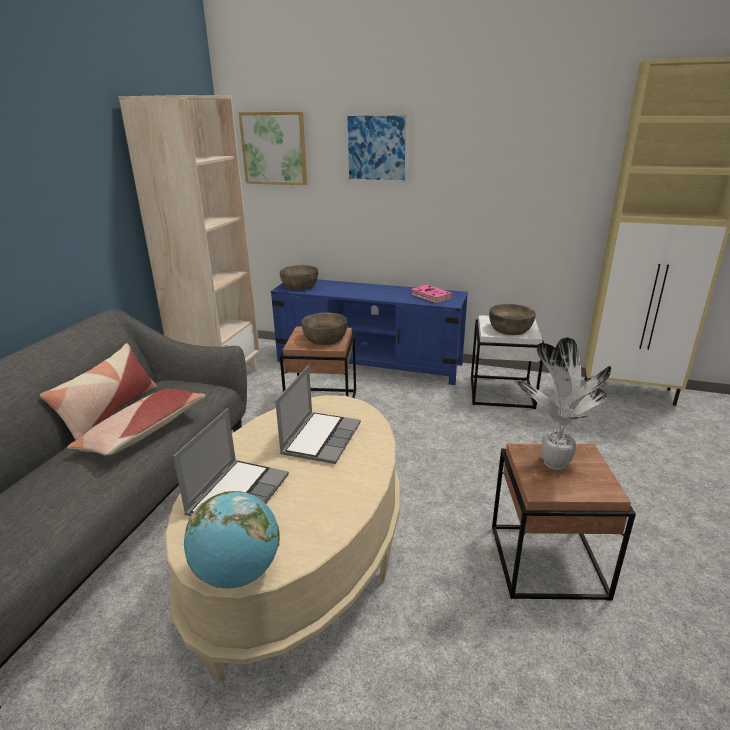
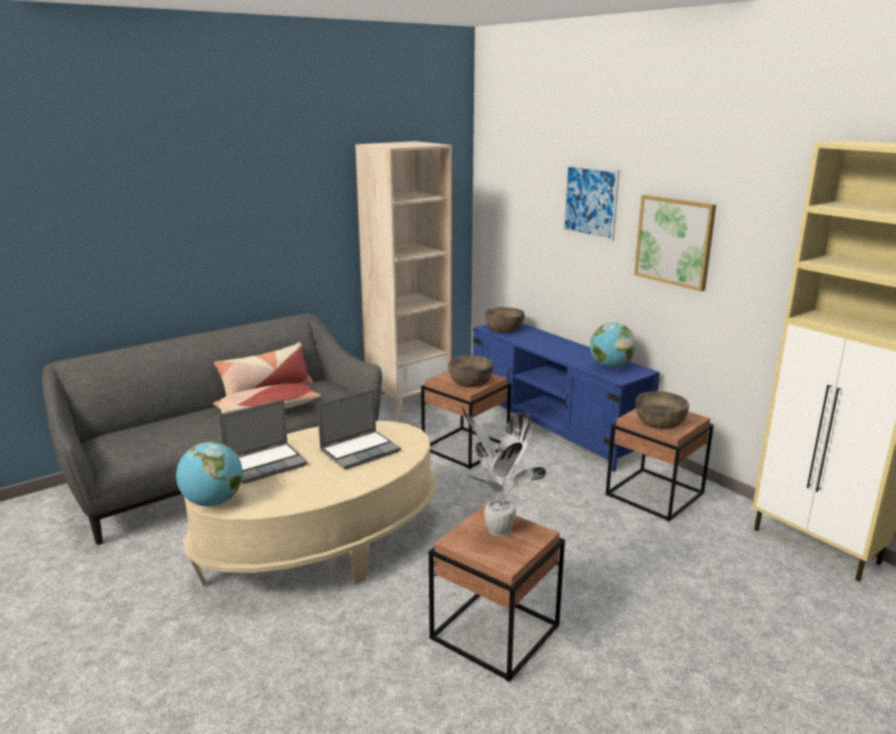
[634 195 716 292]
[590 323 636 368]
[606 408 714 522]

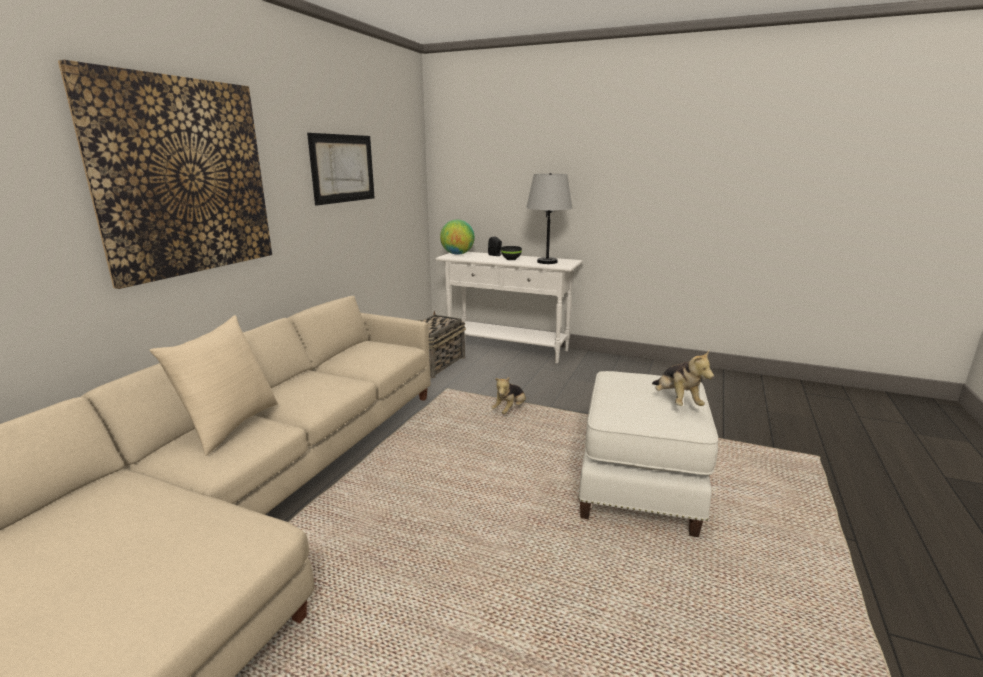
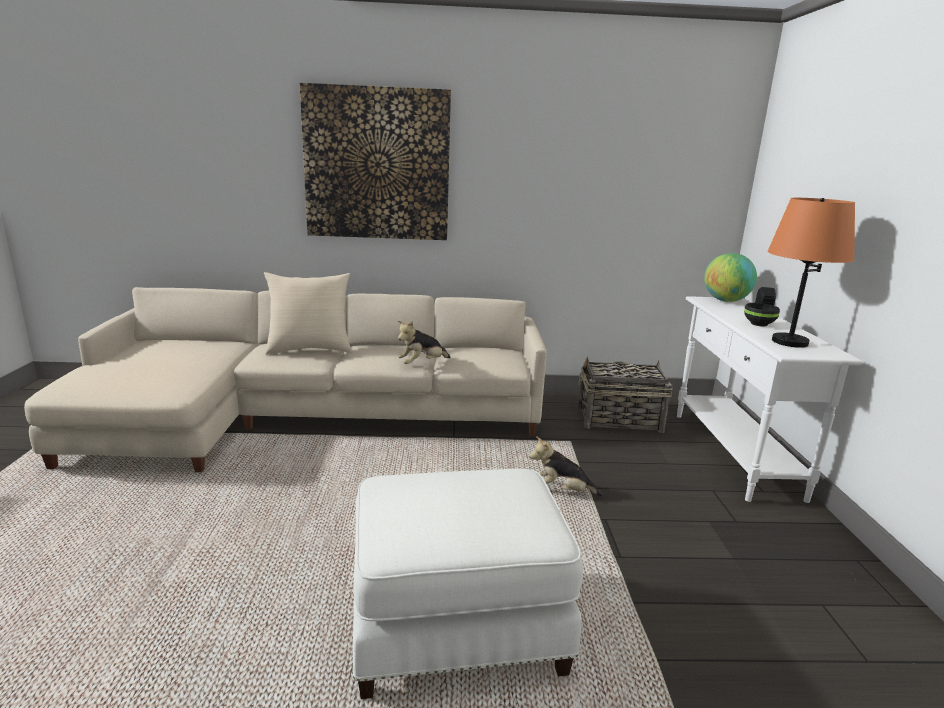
[307 133 375 206] (first image)
[767 198 855 348]
[398 321 451 364]

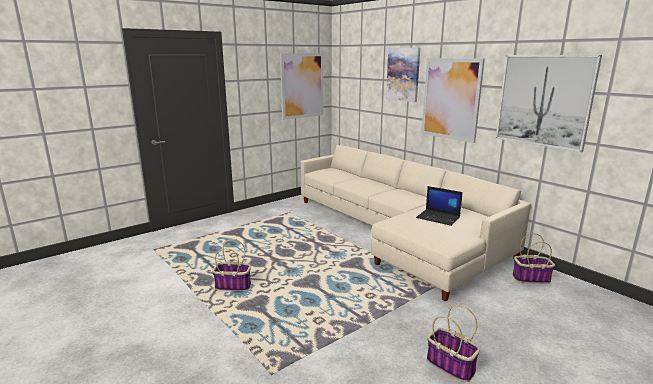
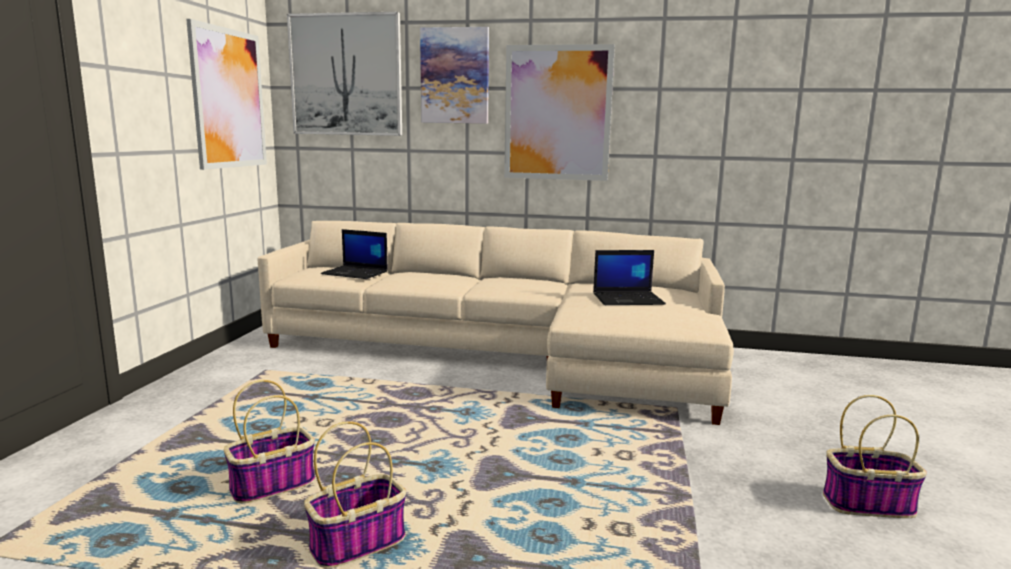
[287 12 402 136]
[224 380 315 503]
[321 229 388 279]

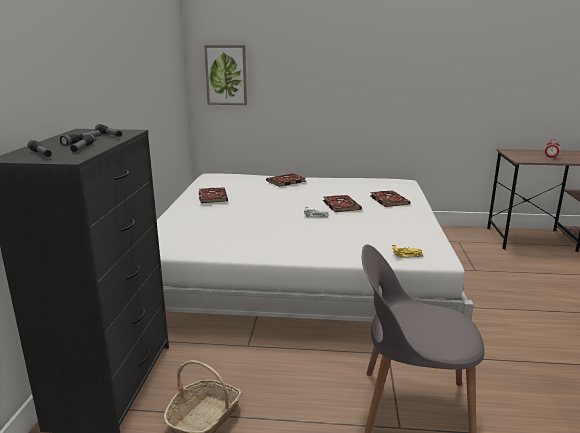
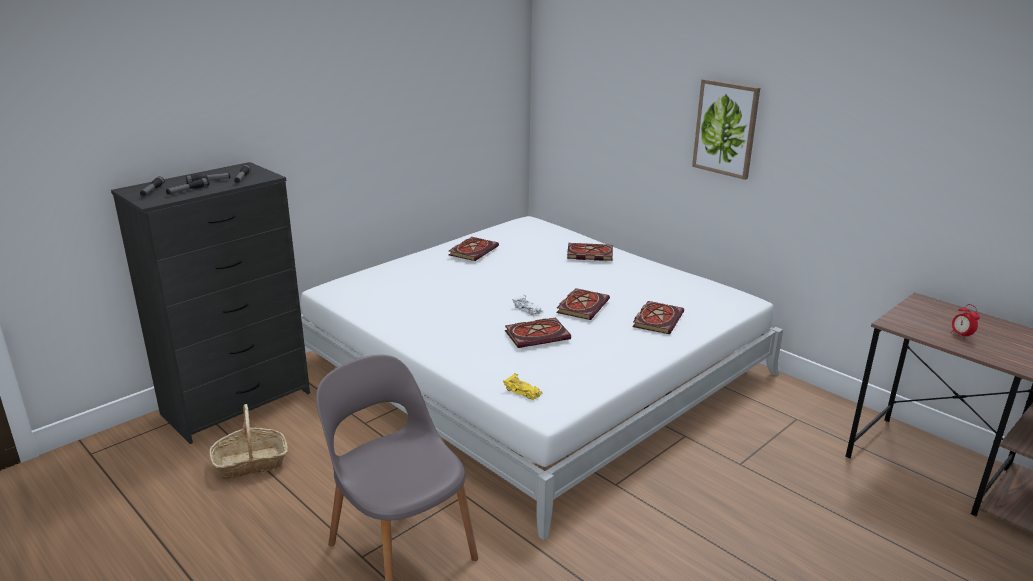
[692 79 760 180]
[505 317 571 348]

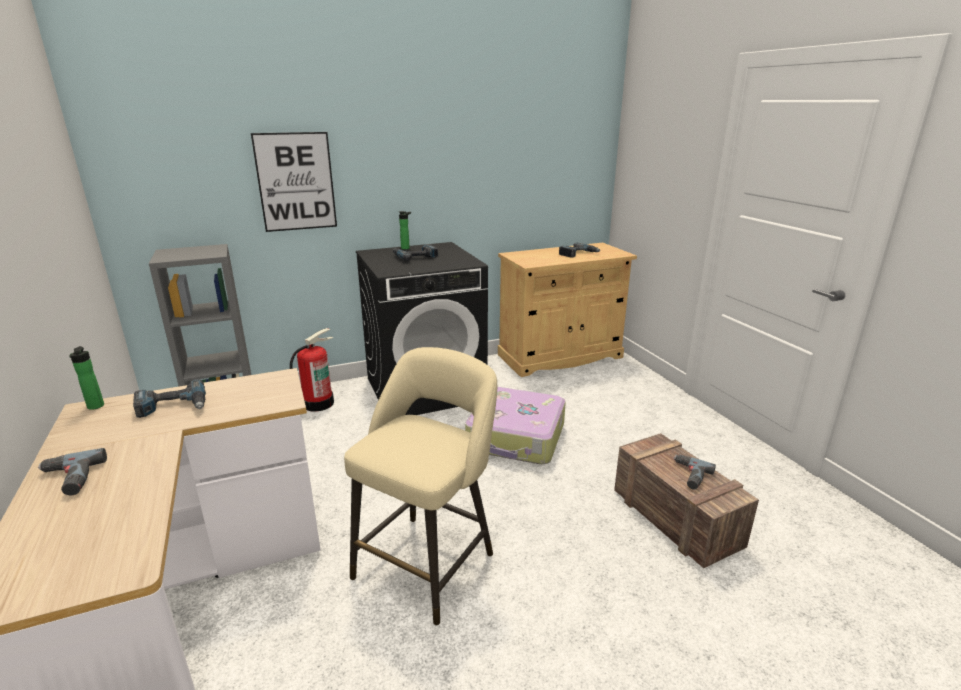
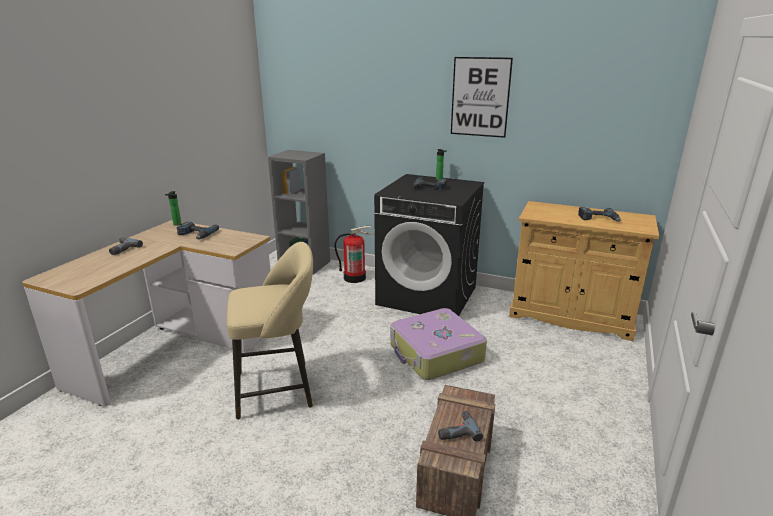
[451 57 513 138]

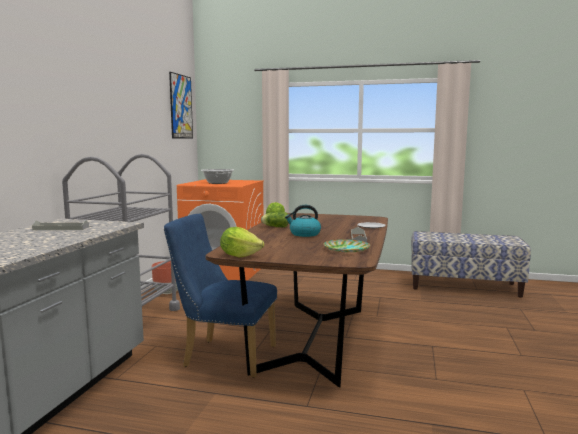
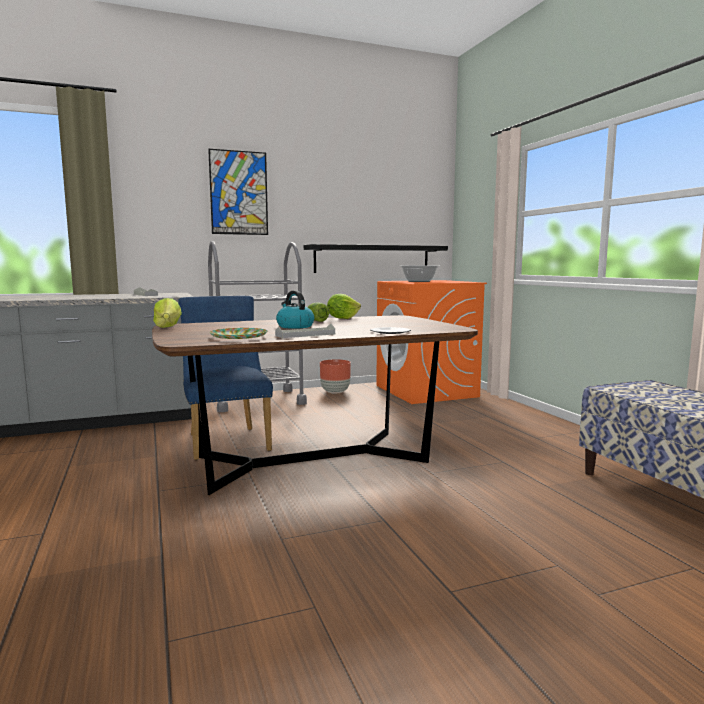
[208 149 268 235]
[304 244 448 273]

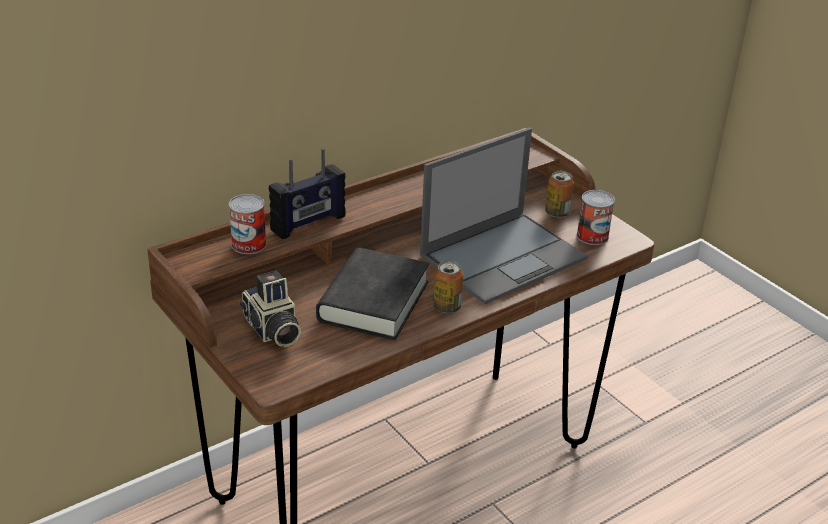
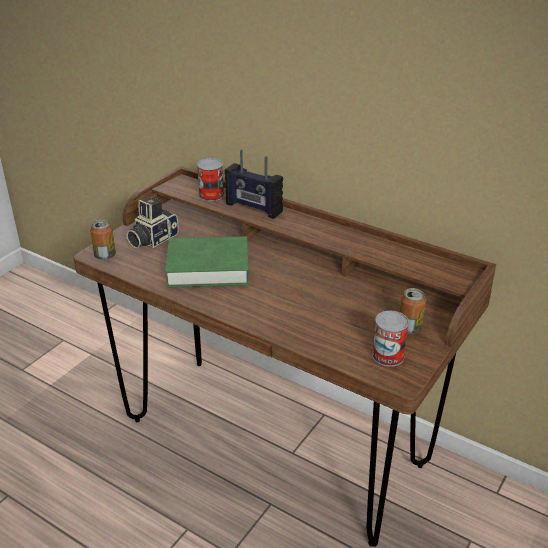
[420 128 588 304] (first image)
[165 236 249 288]
[90 220 116 260]

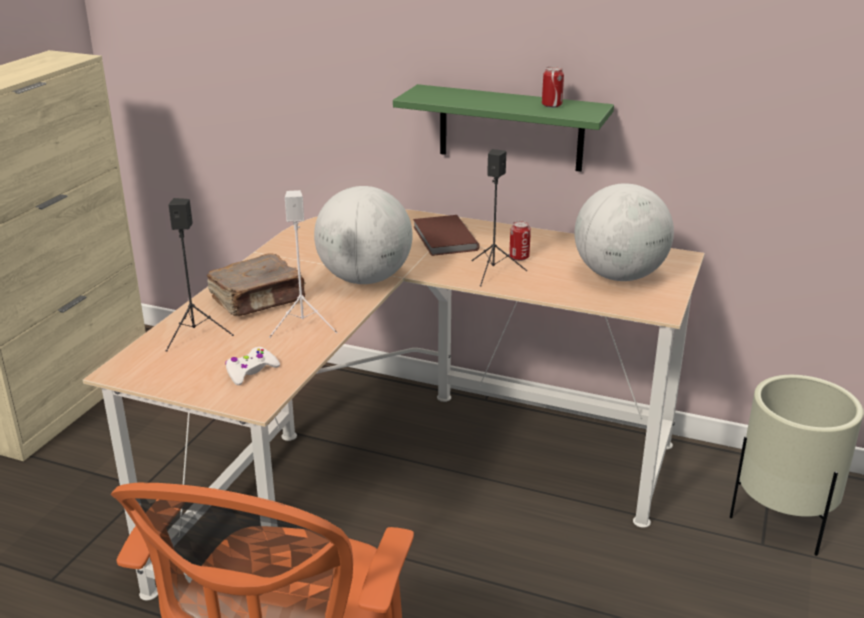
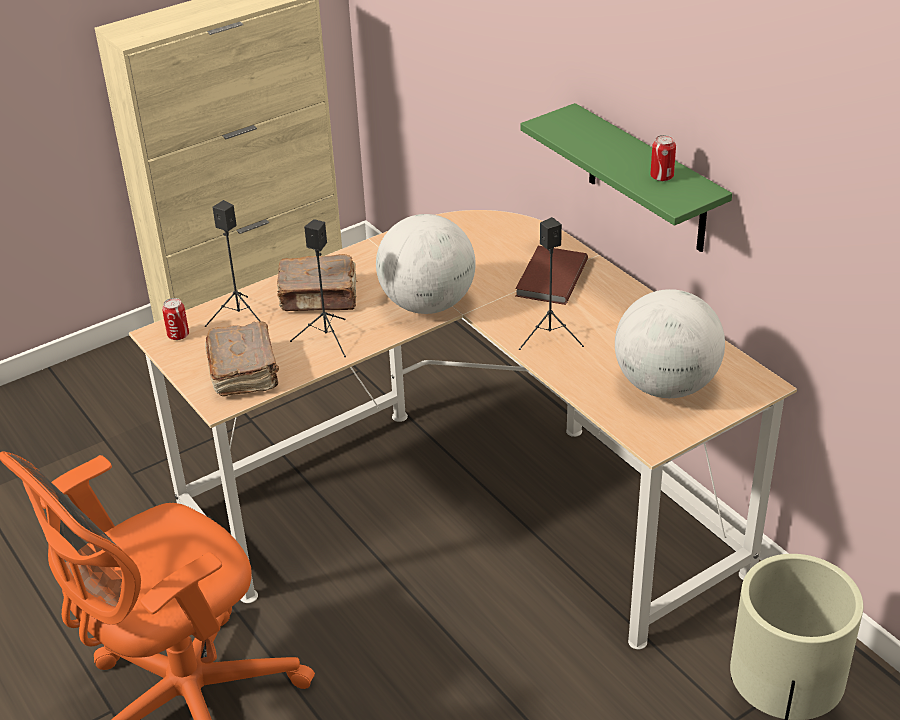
[290 219 346 357]
[162 298 189 340]
[205 321 279 396]

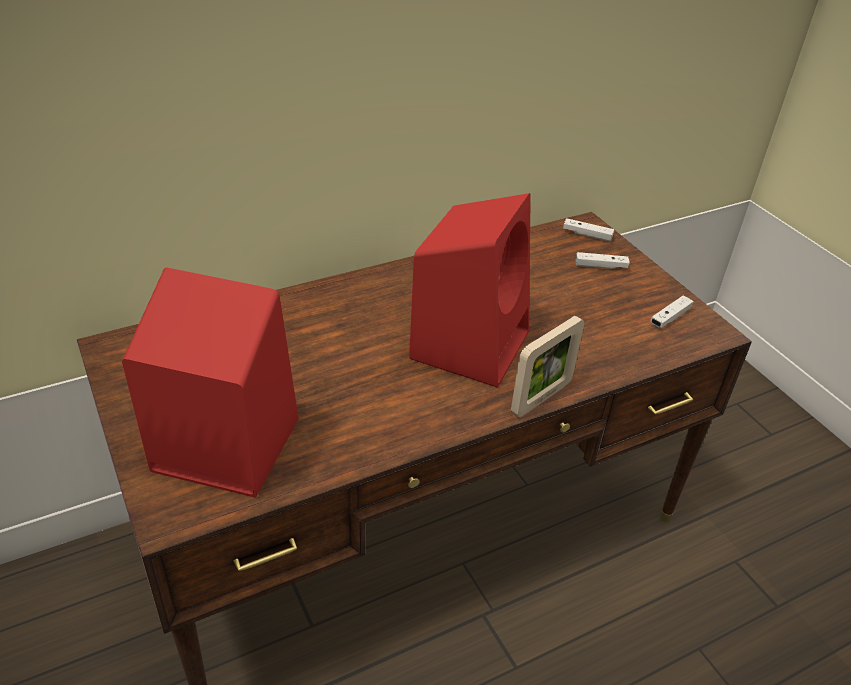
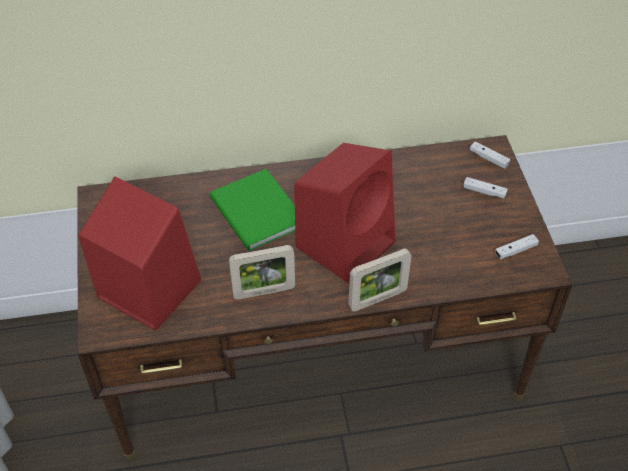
[210 169 295 251]
[229 245 295 299]

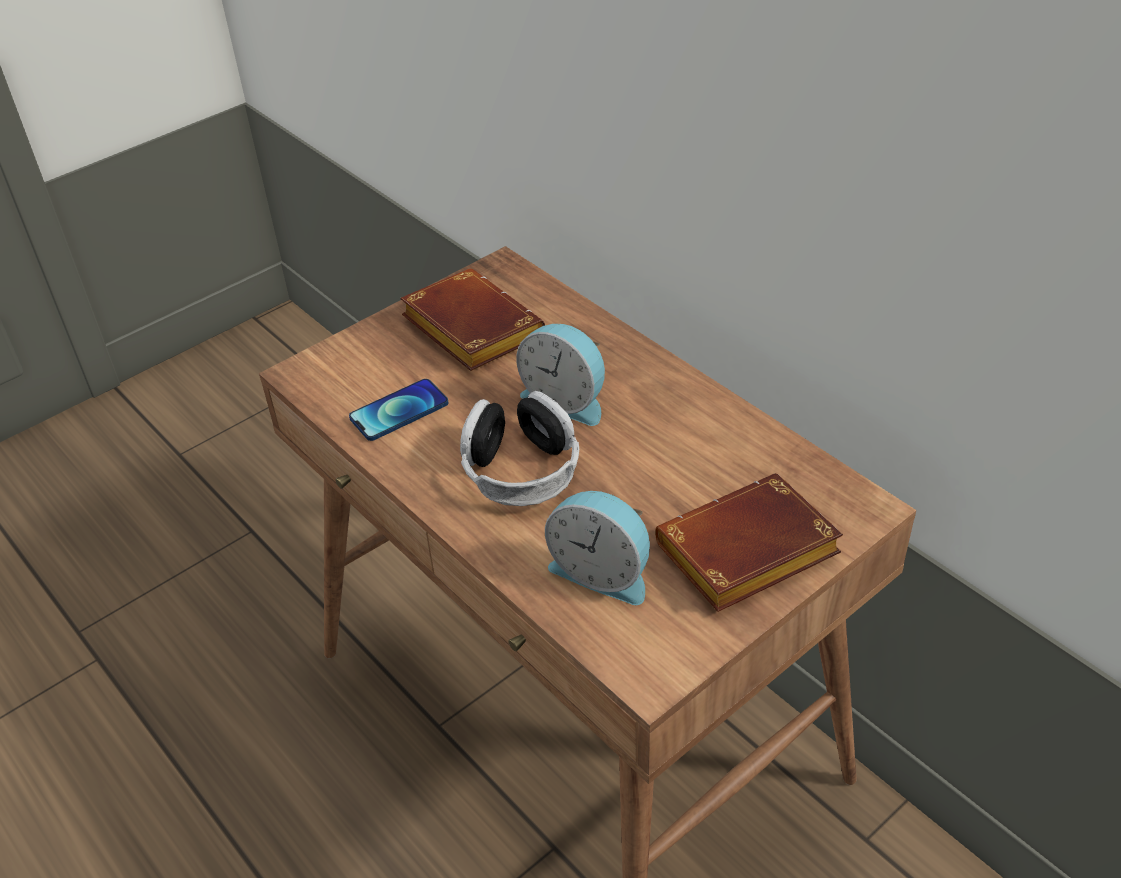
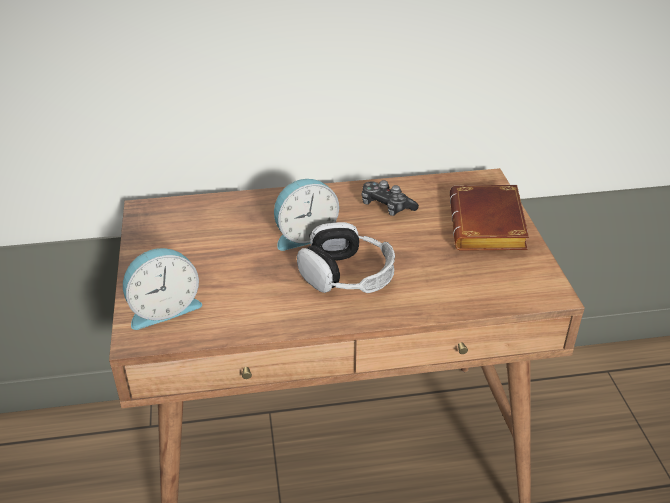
[400 268 545 371] (first image)
[349 379 449 441] (first image)
[123 248 202 330]
[362 180 419 216]

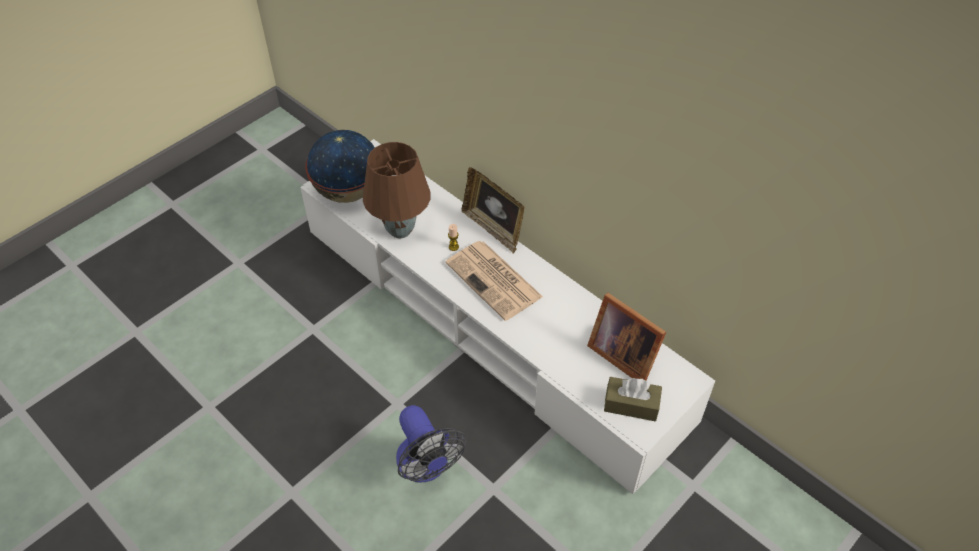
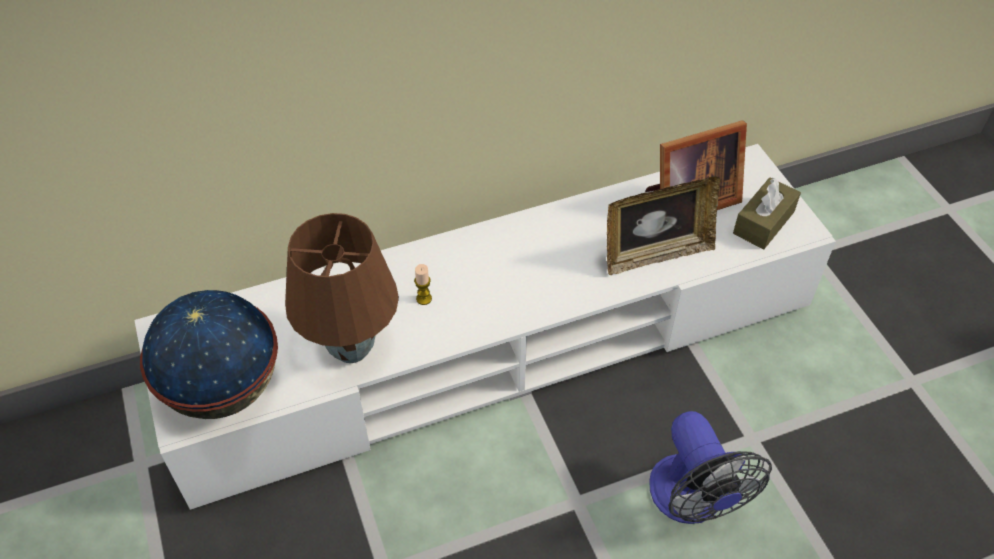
[607 177 720 275]
[445 241 543 321] (first image)
[649 411 772 524]

